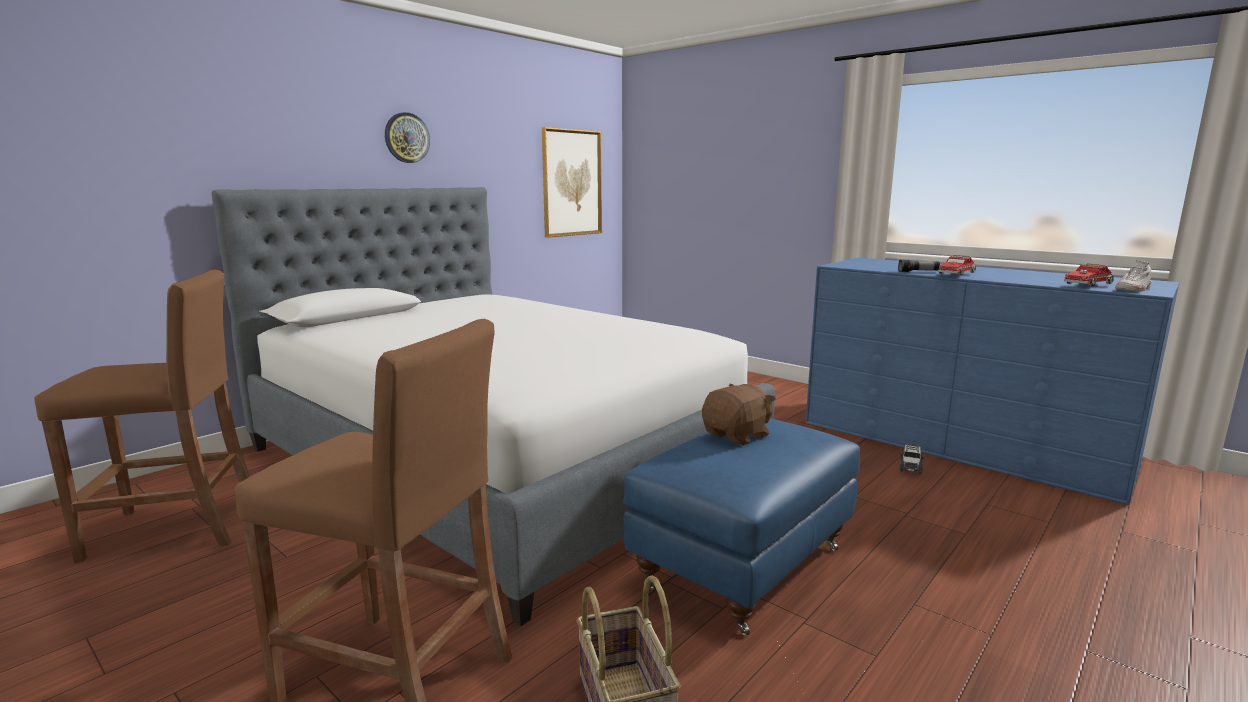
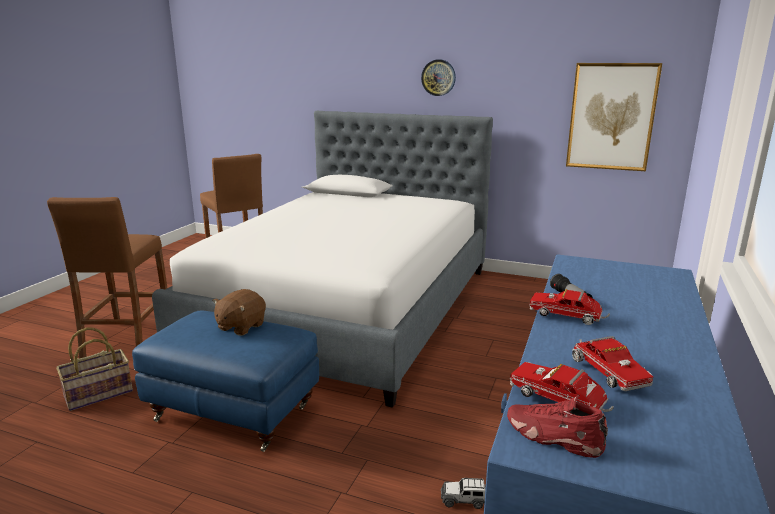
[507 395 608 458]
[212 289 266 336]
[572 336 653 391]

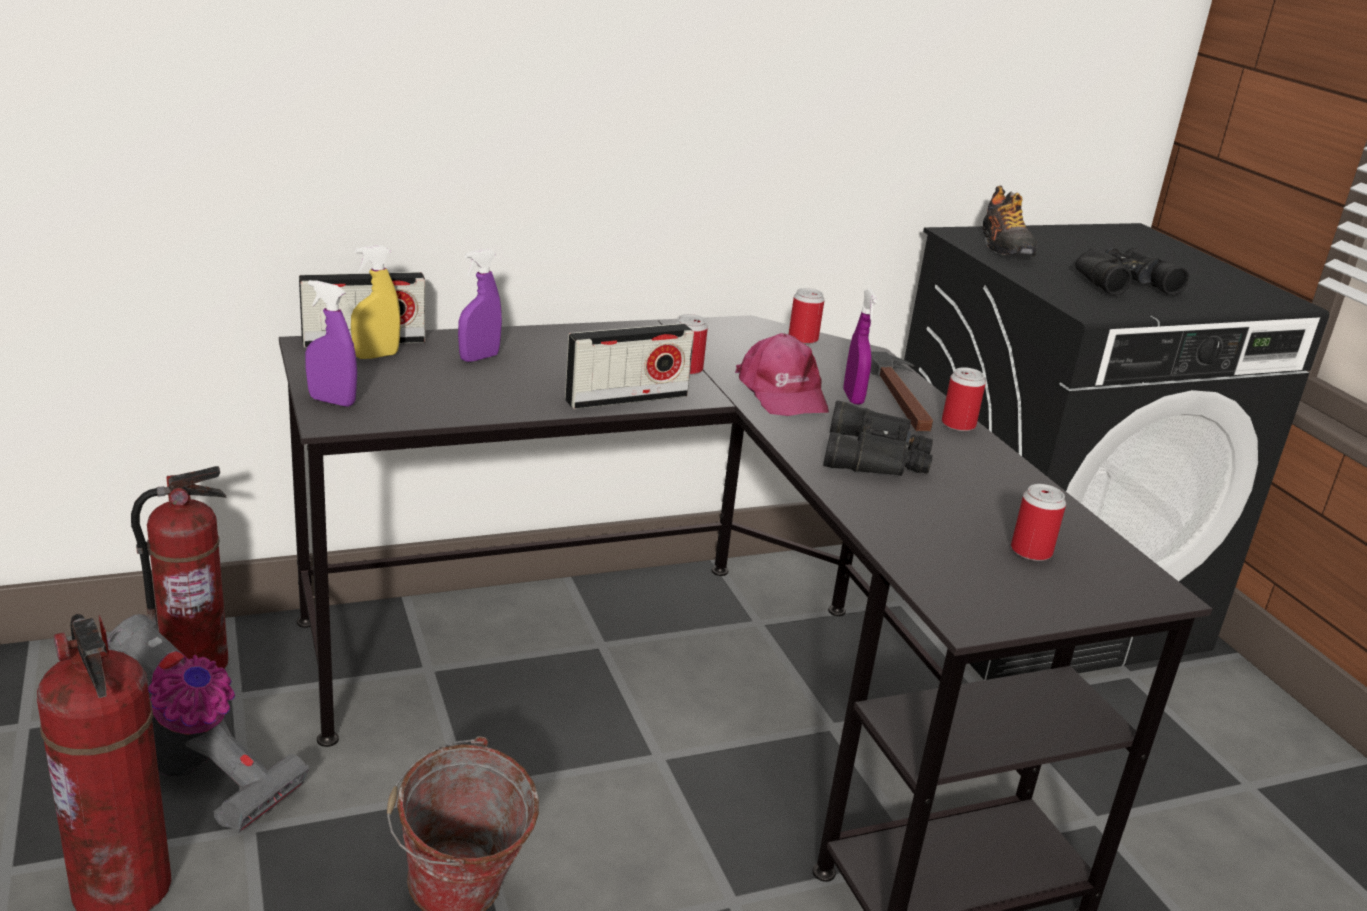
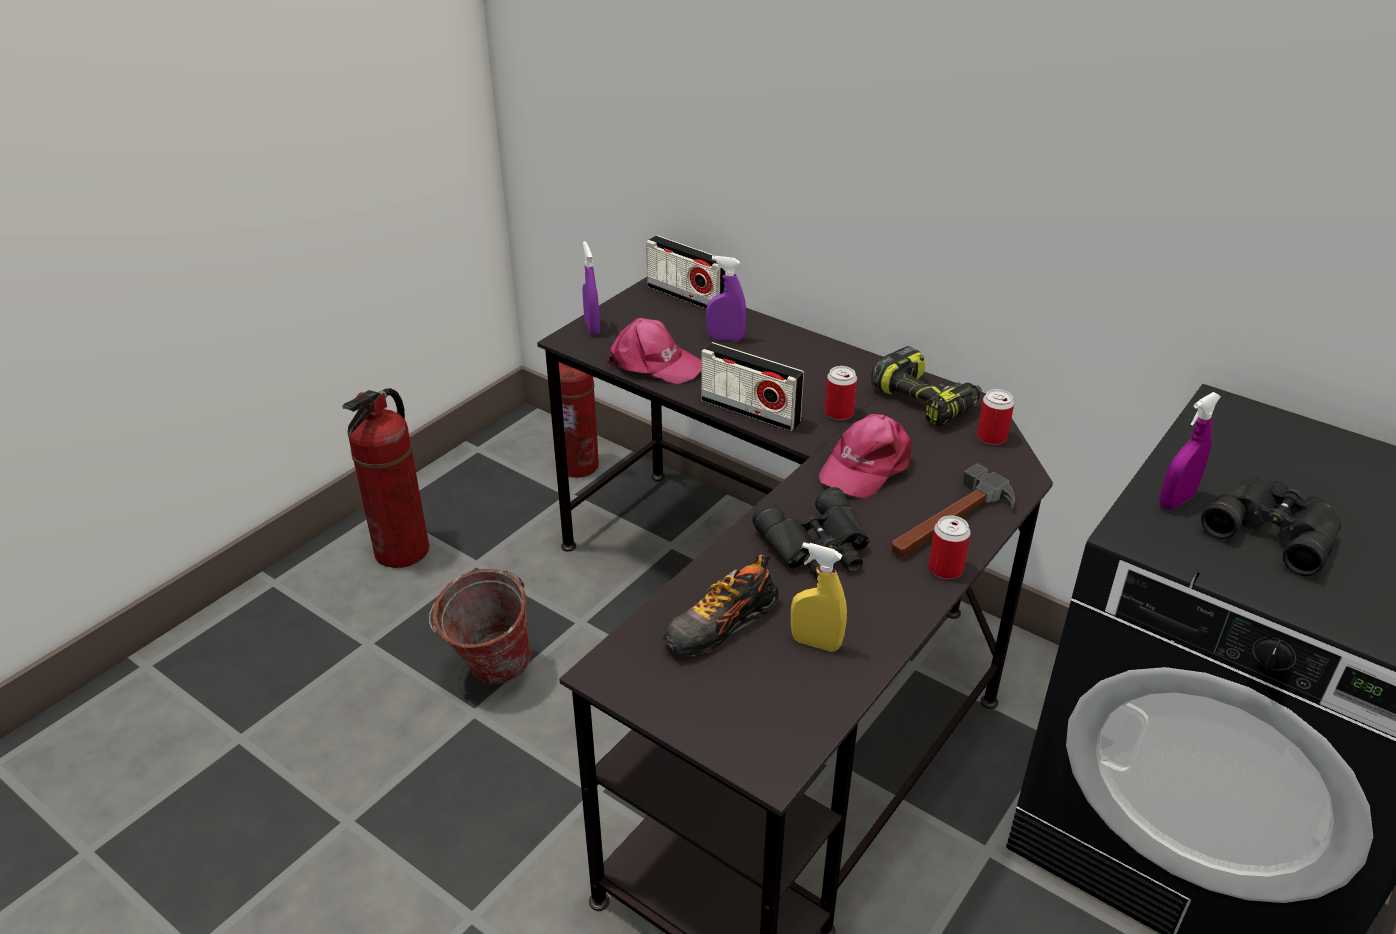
[662 555 779 656]
[791 542 847 652]
[1159 392 1221 510]
[1011 484 1066 561] (first image)
[107 614 309 833] (first image)
[606 318 701 384]
[871 346 982 427]

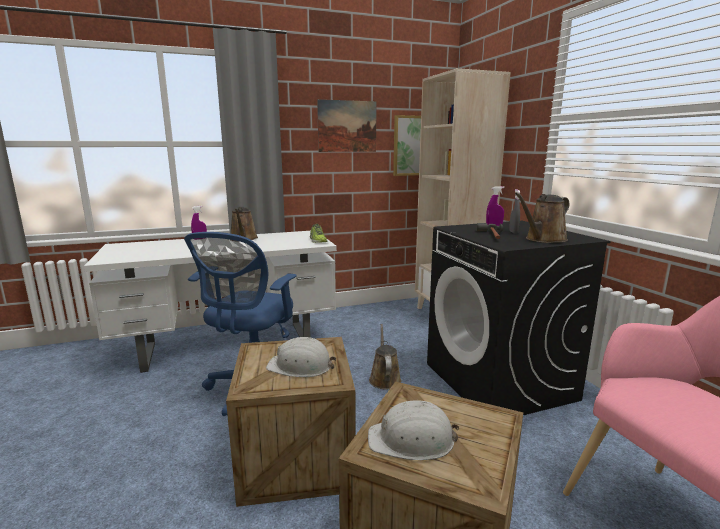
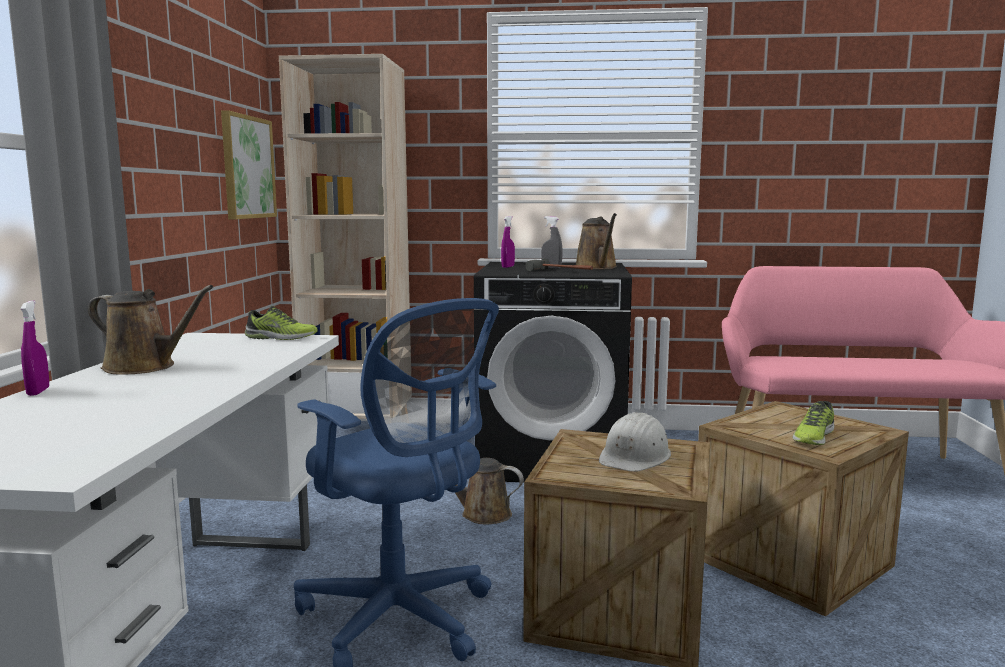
[317 99 377 152] (first image)
[792 401 834 445]

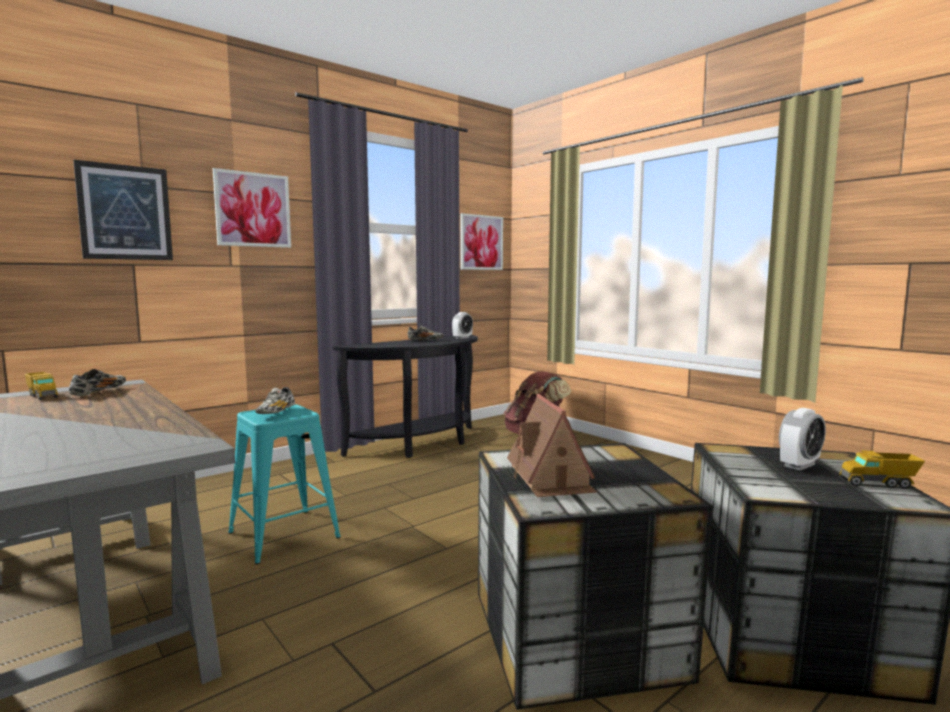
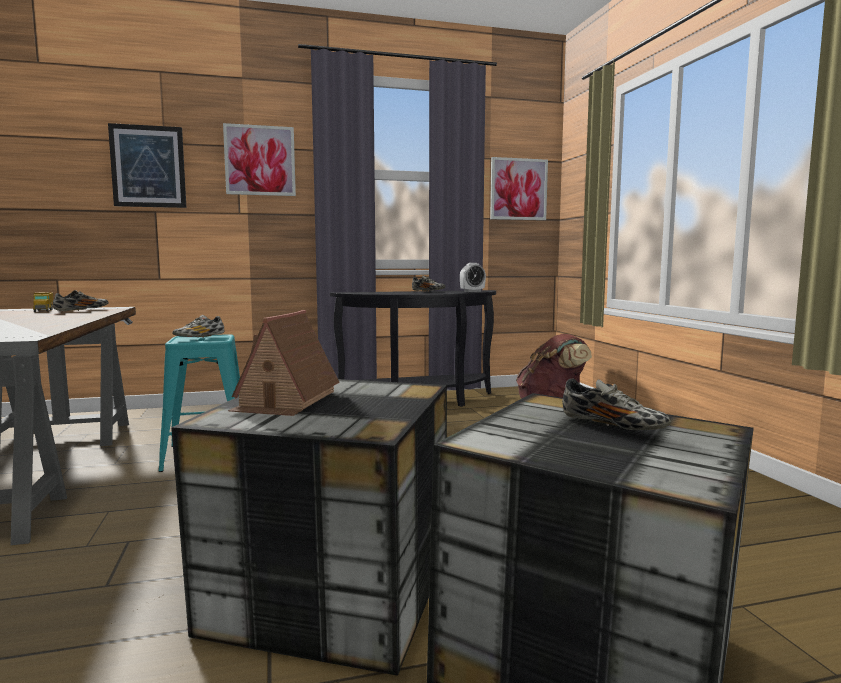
[562 379 671 430]
[839 450 925 489] (first image)

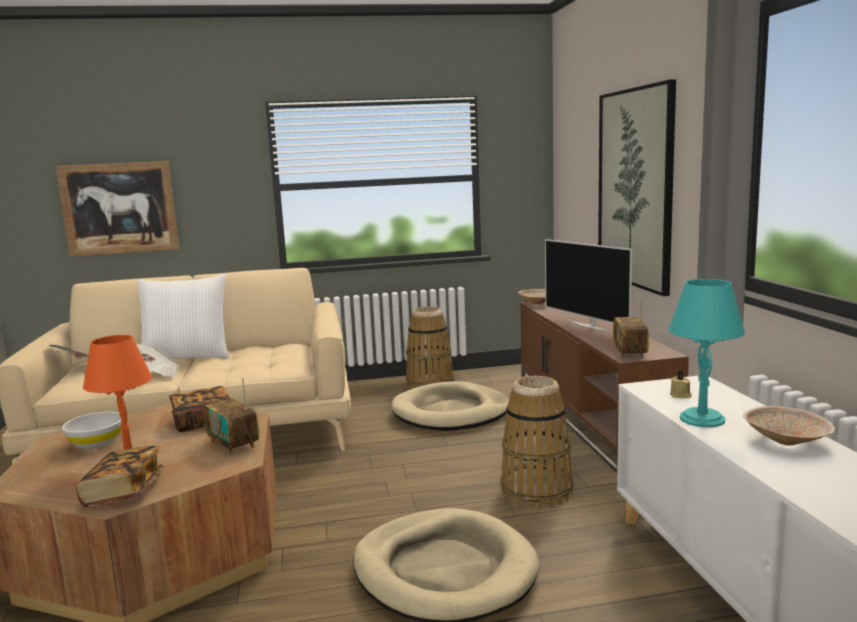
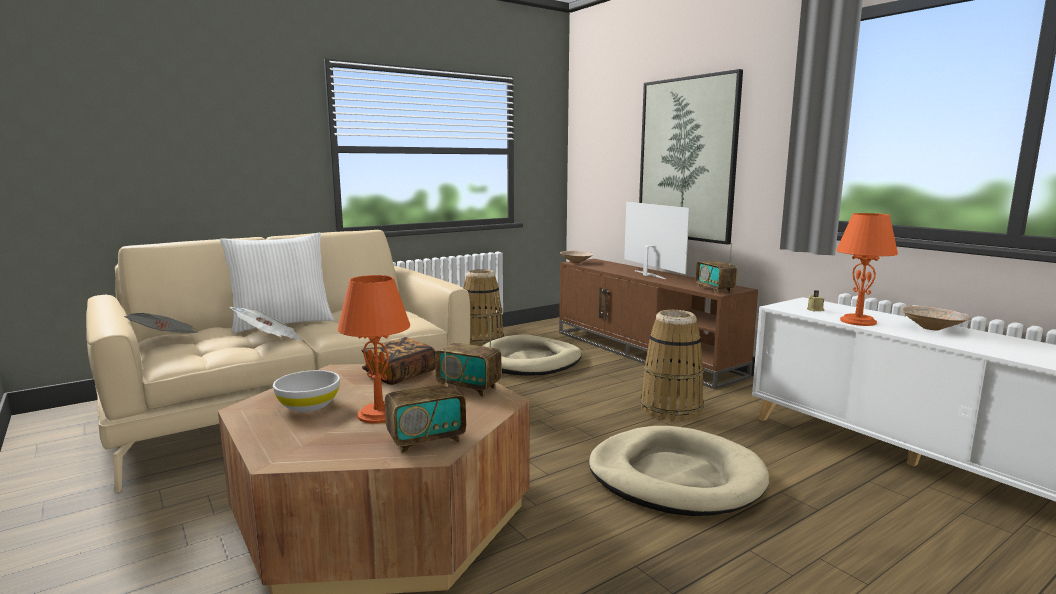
[56 161 179 256] (first image)
[624 202 690 279]
[836 213 898 326]
[385 347 466 454]

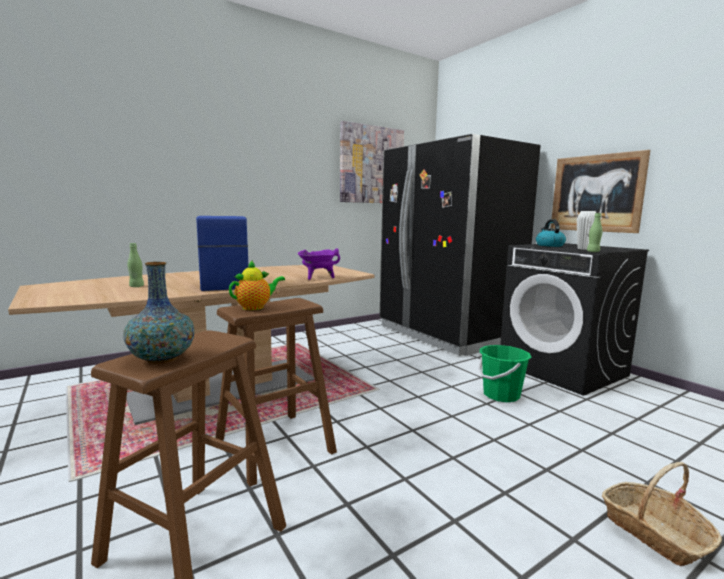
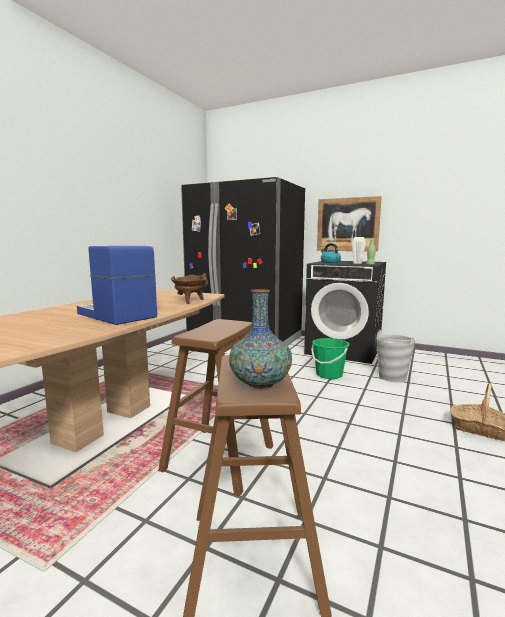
[340 121 404 203] (first image)
[127 243 144 287] (first image)
[171 273 208 304]
[229 260 285 310] (first image)
[376 330 415 382]

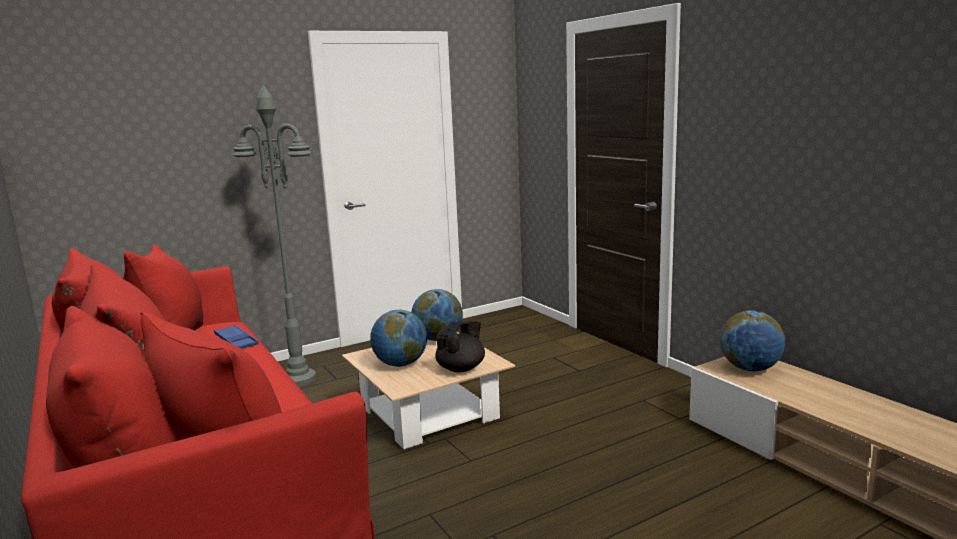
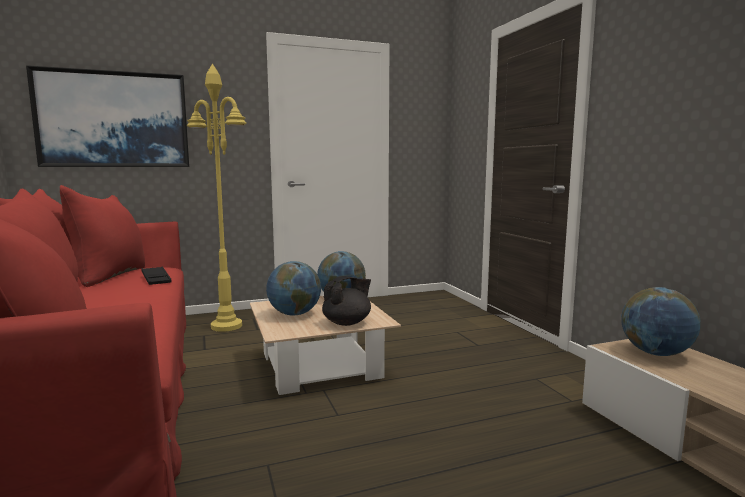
[187 64 247 332]
[141 266 172 285]
[26 65 189 167]

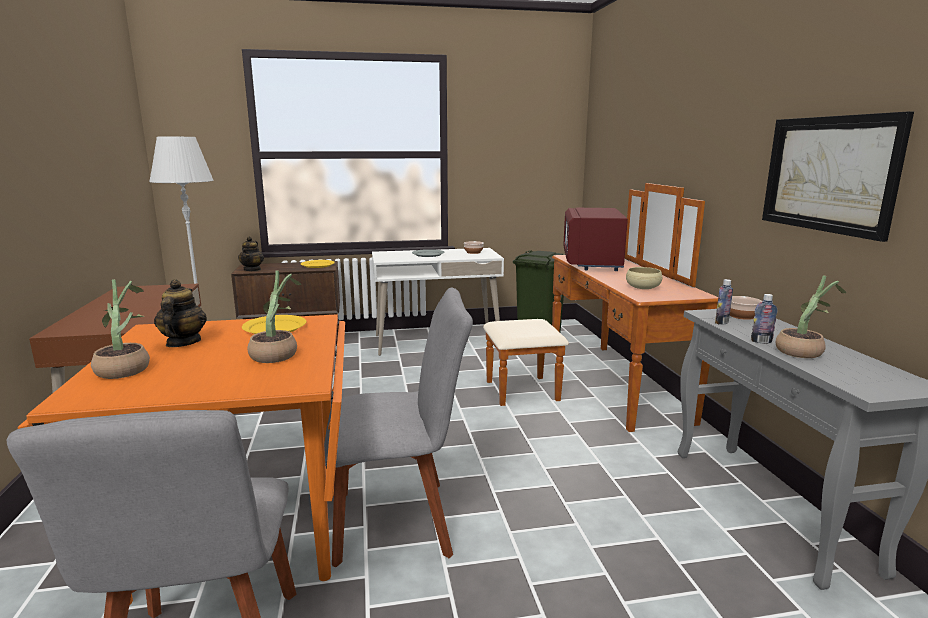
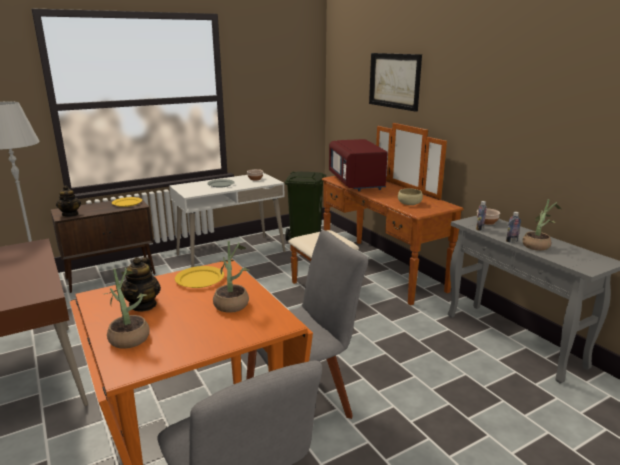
[369 53 422 112]
[121 257 161 311]

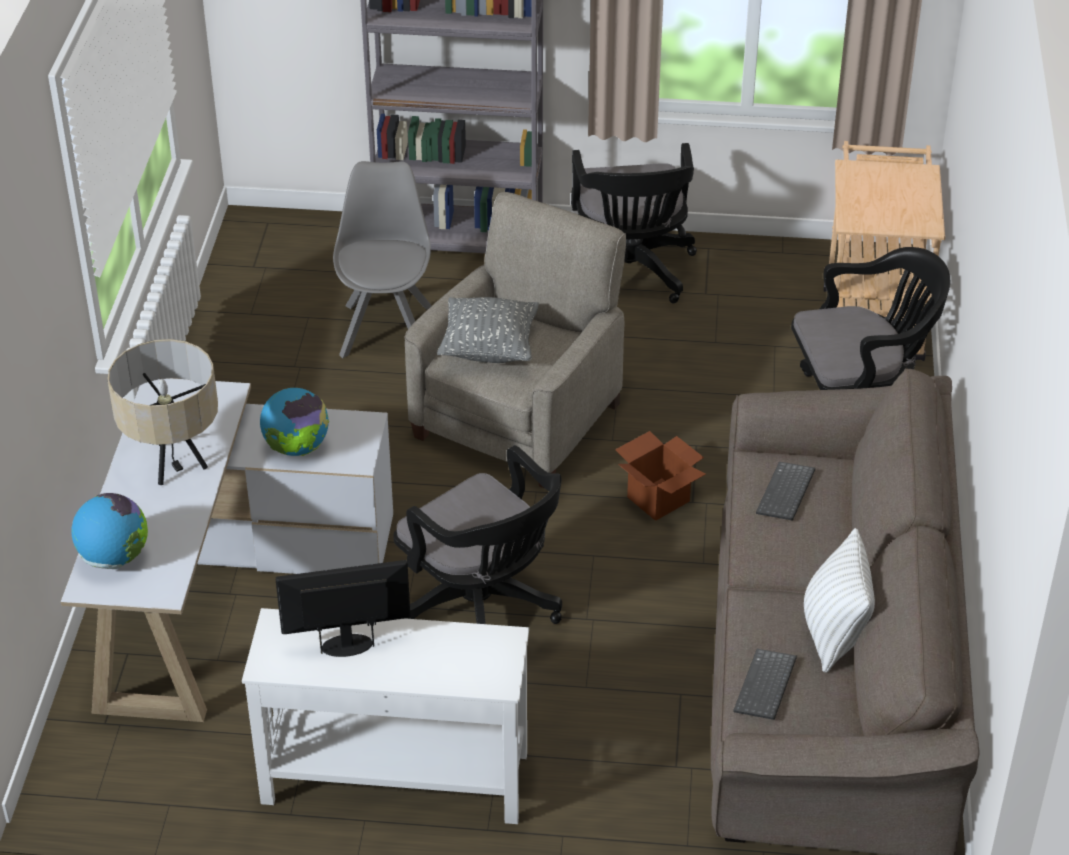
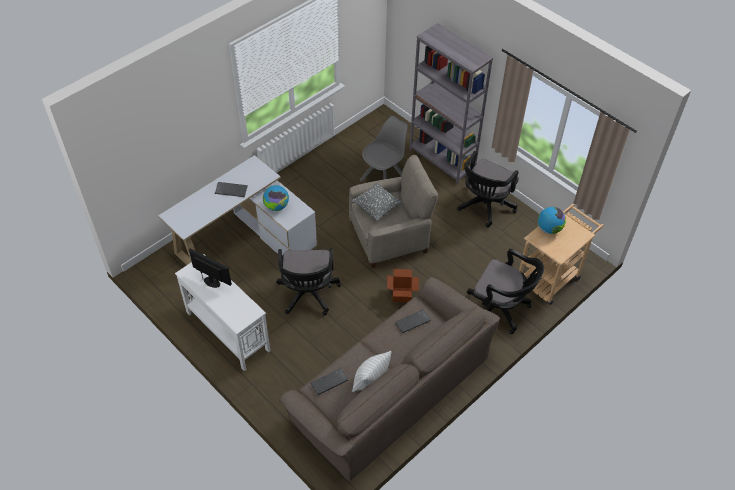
[215 182 248 197]
[538 207 566 234]

